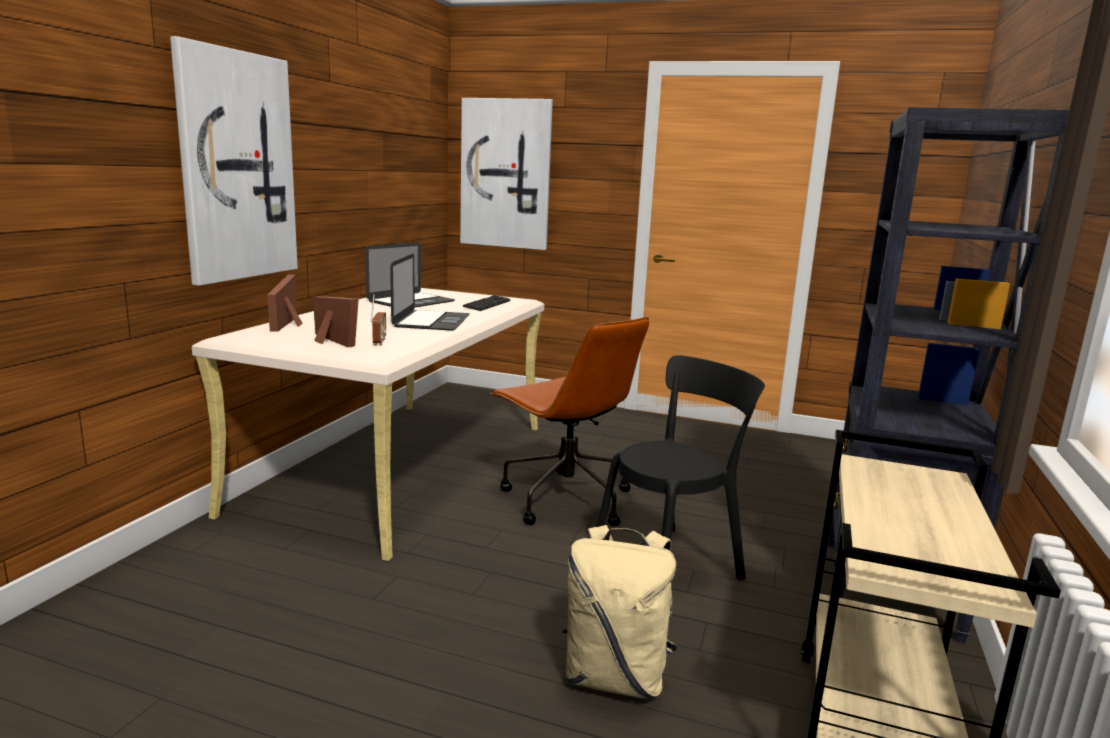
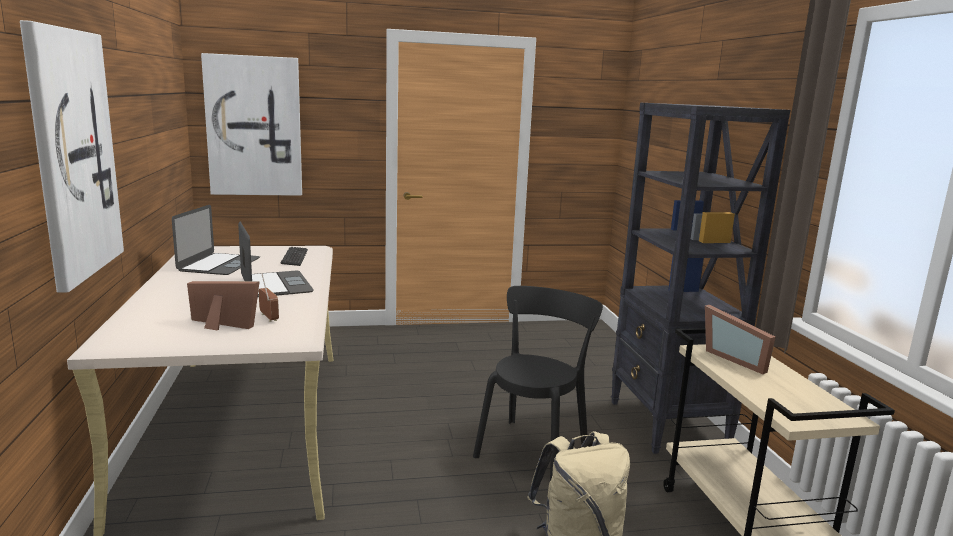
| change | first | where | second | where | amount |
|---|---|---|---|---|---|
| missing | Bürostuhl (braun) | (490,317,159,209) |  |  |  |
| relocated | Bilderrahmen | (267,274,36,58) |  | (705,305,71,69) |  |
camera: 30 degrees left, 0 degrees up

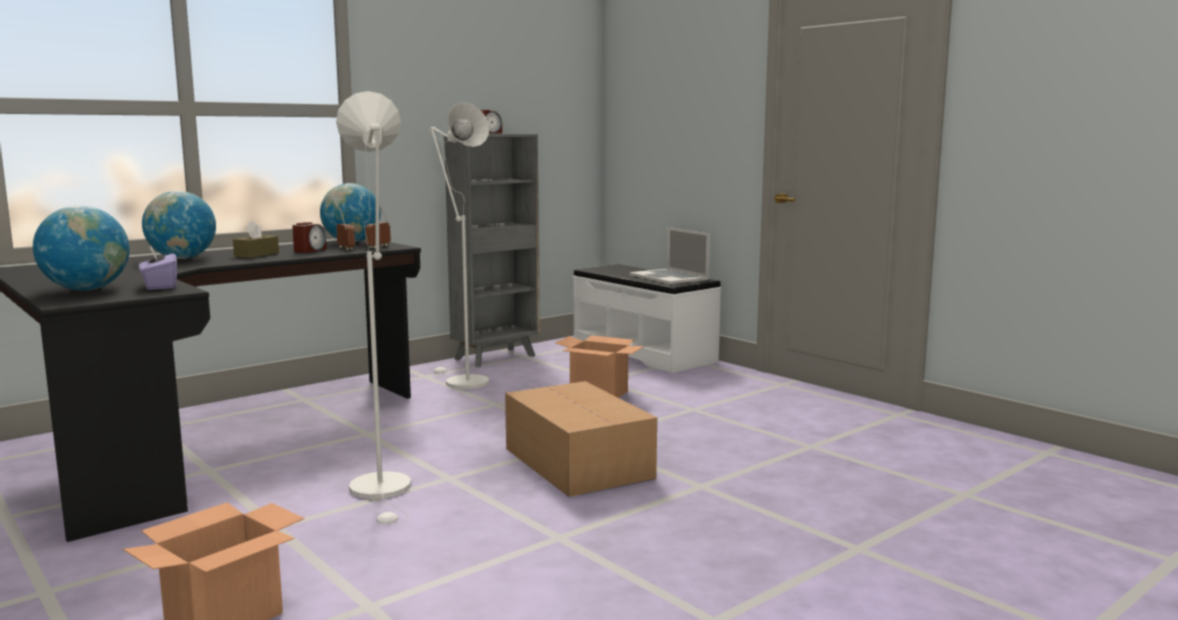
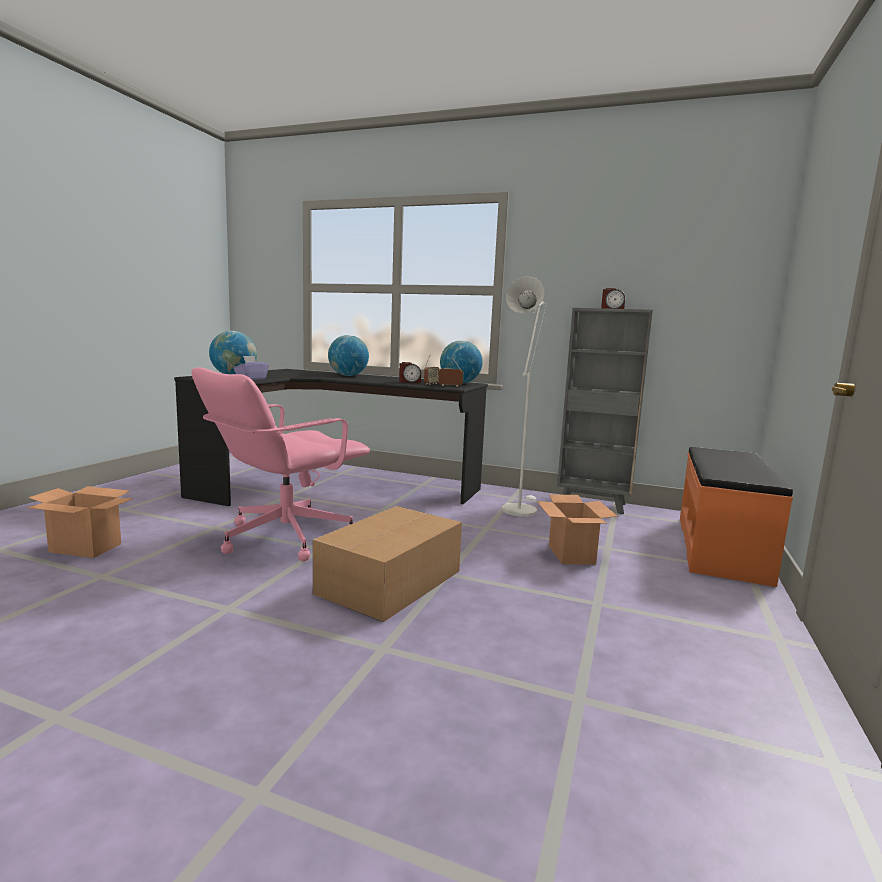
| change | first | where | second | where | amount |
|---|---|---|---|---|---|
| missing | Taschentuchbox (braun) | (233,221,46,37) |  |  |  |
| missing | Laptop | (630,227,80,57) |  |  |  |
| exchanged | Stehlampe (weiß) | (336,91,75,435) | Bürostuhl (rosa) | (192,367,178,195) |  |
| colour | Bank (weiß) | (573,264,148,109) | Bank (orange) | (680,447,113,140) |  |
camera: 60 degrees right, 0 degrees up

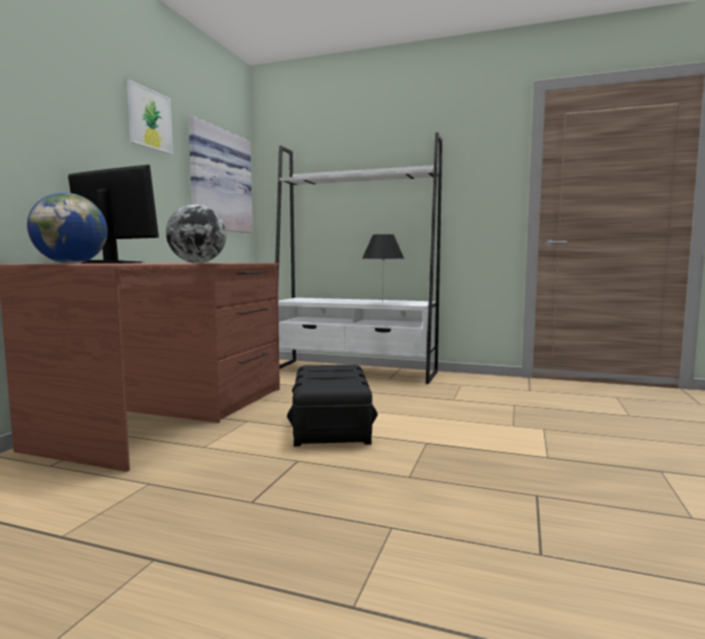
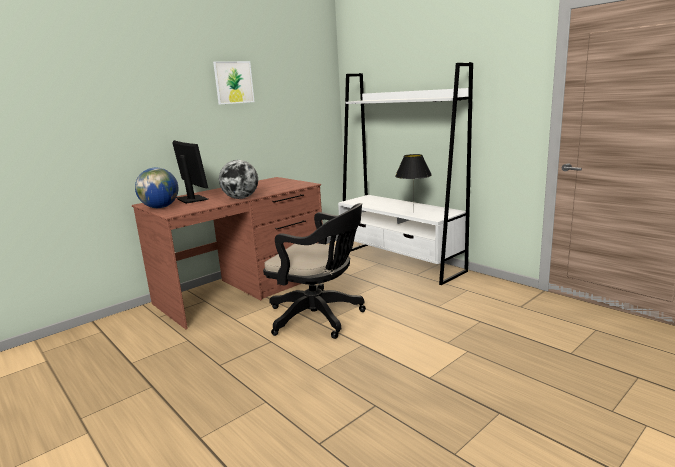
| change | first | where | second | where | amount |
|---|---|---|---|---|---|
| missing | Bild | (188,116,65,117) |  |  |  |
| exchanged | Aufbewahrungsbox (schwarz) | (287,365,91,81) | Bürostuhl (schwarz) | (263,203,103,136) |  |
camera: 30 degrees right, 10 degrees up

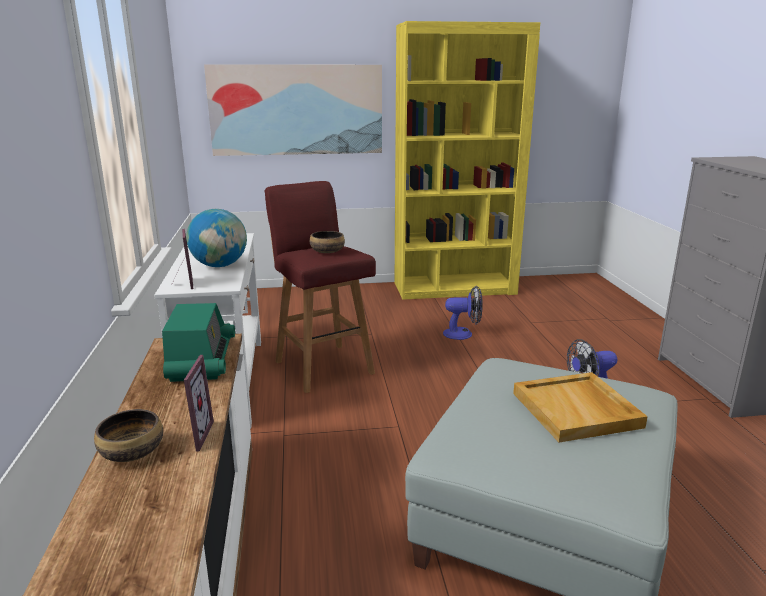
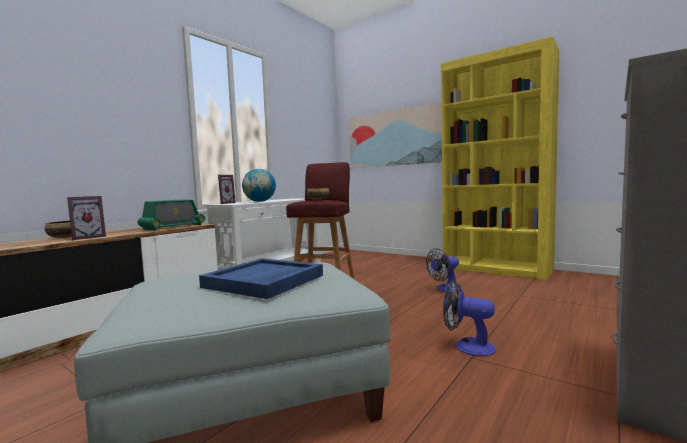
| change | first | where | second | where | amount |
|---|---|---|---|---|---|
| colour | Tablett (beige) | (513,372,135,71) | Tablett (blau) | (199,258,124,41) |  |
| spun | Ventilator | (443,286,40,54) |  | (426,248,34,44) | 105 degrees clockwise |
camera: 45 degrees right, 15 degrees down

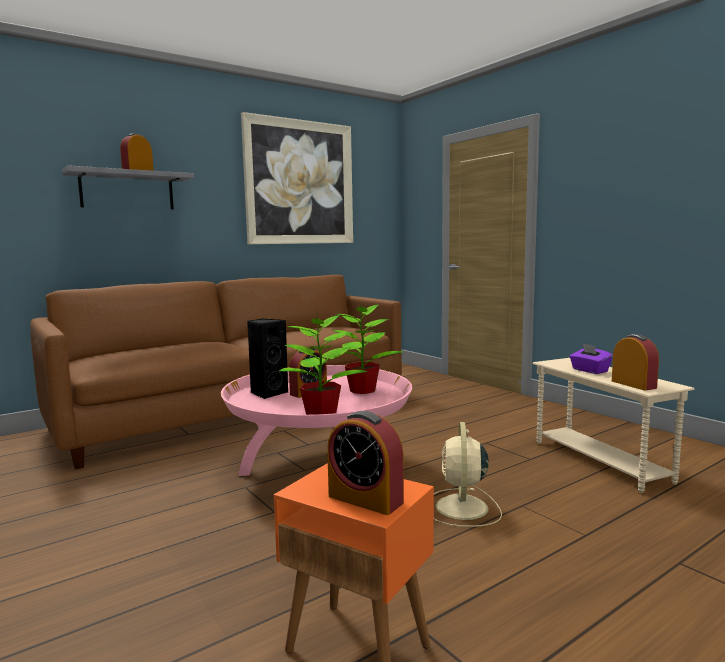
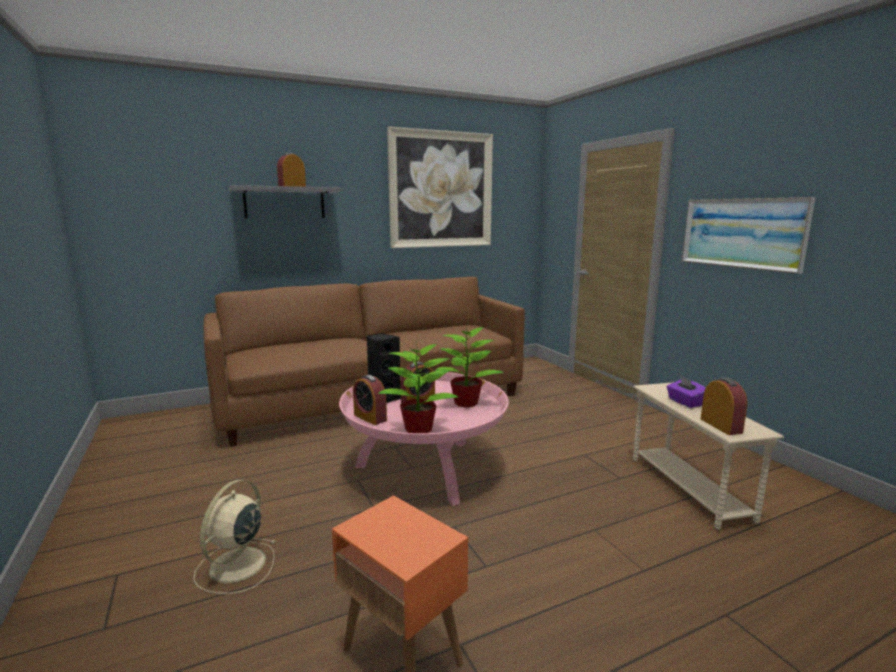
| change | first | where | second | where | amount |
|---|---|---|---|---|---|
| appeared |  |  | Bild | (682,197,134,77) |  |
| relocated | Wecker | (327,411,77,104) |  | (353,375,34,50) |  |
| relocated | Ventilator (beige) | (434,422,68,105) |  | (193,479,83,115) |  |
camera: 10 degrees right, 5 degrees up

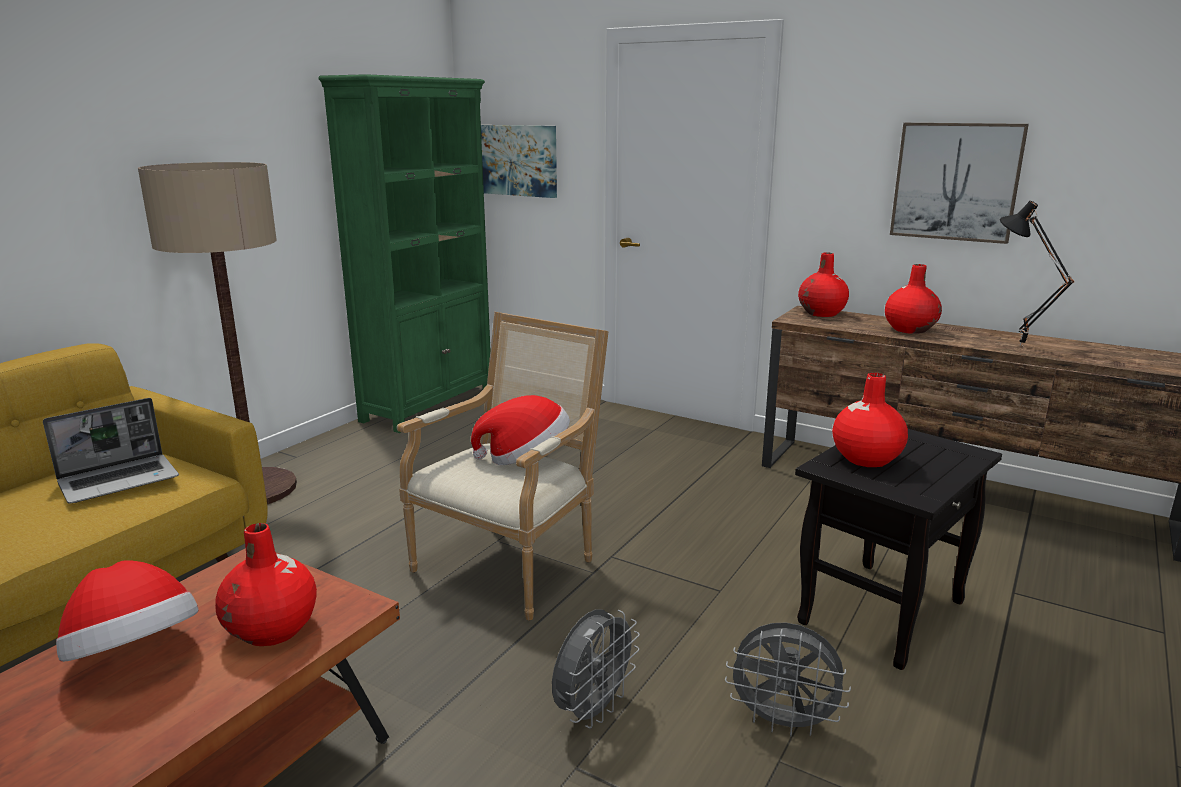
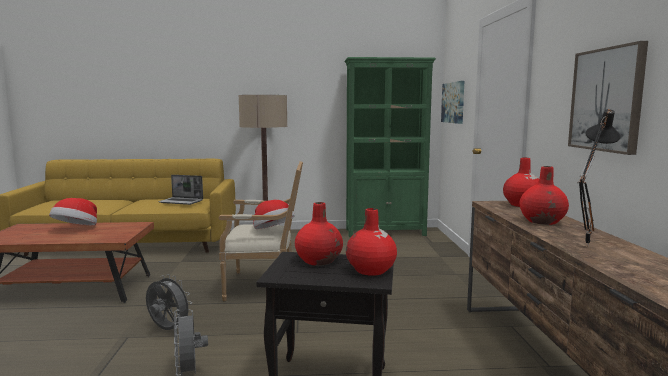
| change | first | where | second | where | amount |
|---|---|---|---|---|---|
| relocated | Vase (rot) | (215,523,102,123) |  | (346,208,51,68) |  |
| spun | Ventilator (grau) | (552,609,88,120) |  | (146,274,47,56) | 150 degrees counterclockwise |
camera: 55 degrees right, 10 degrees down

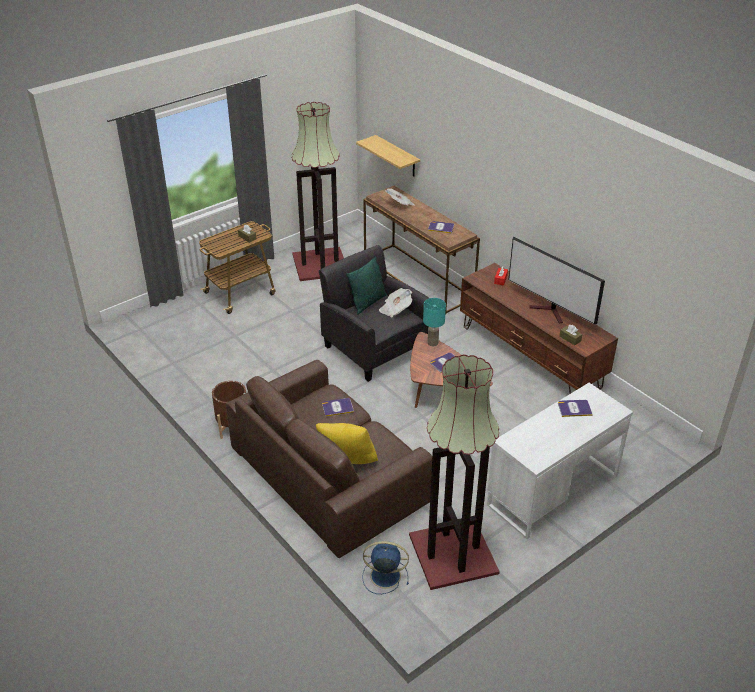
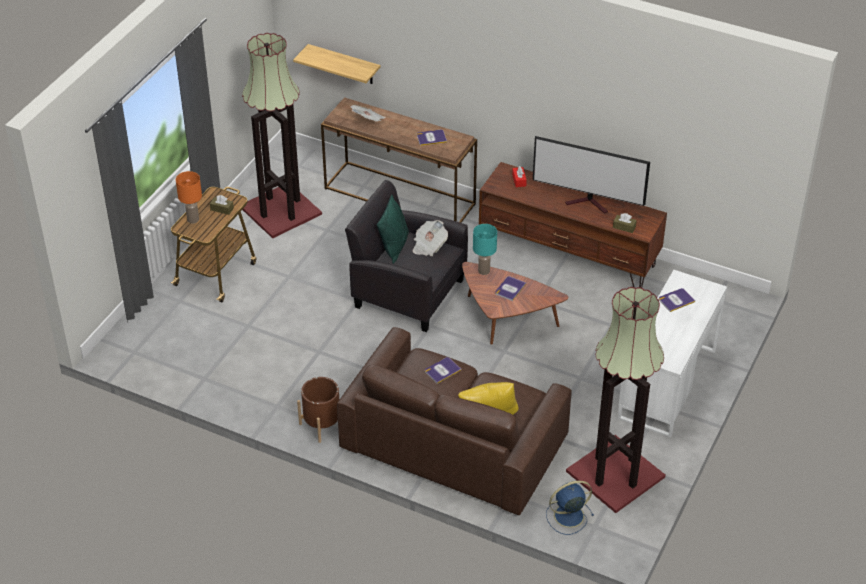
| change | first | where | second | where | amount |
|---|---|---|---|---|---|
| appeared |  |  | Tischlampe (orange) | (176,171,26,52) |  |
camera: 25 degrees left, 5 degrees up

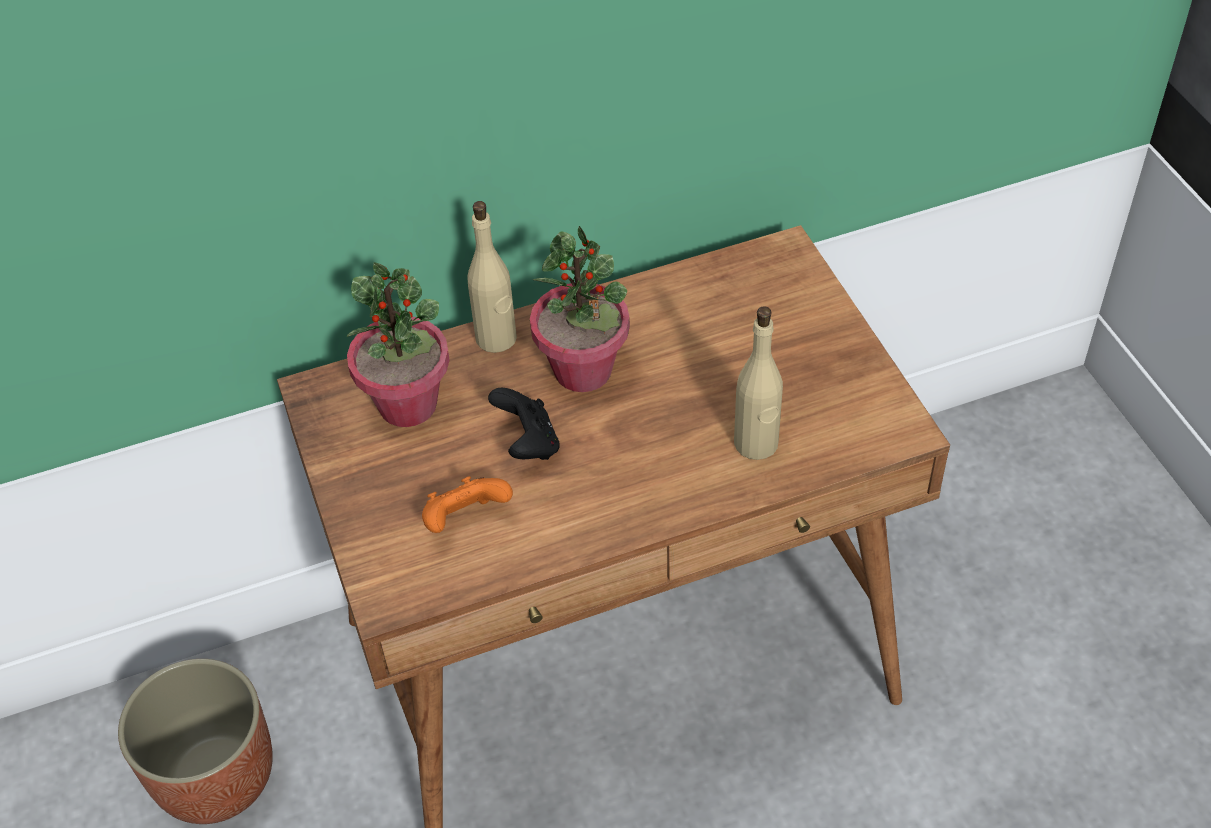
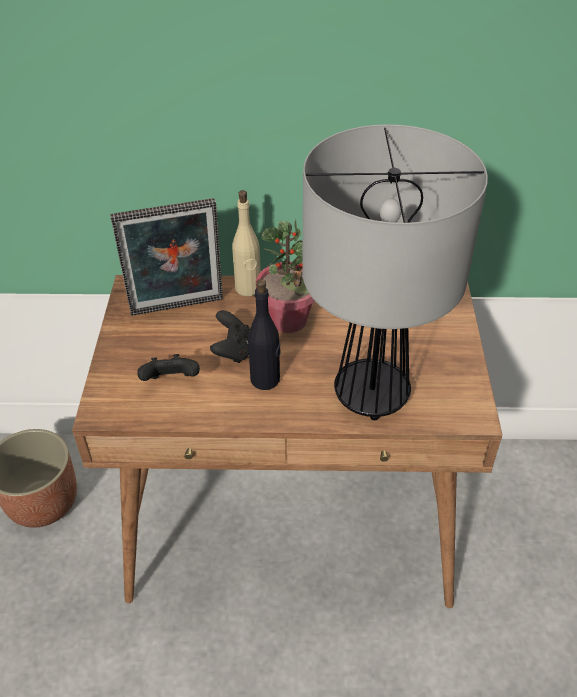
| change | first | where | second | where | amount |
|---|---|---|---|---|---|
| appeared |  |  | Flasche (schwarz) | (248,279,33,111) |  |
| exchanged | Topfpflanze | (347,262,103,165) | Bilderrahmen | (110,198,113,118) |  |
| exchanged | Flasche (beige) | (734,306,49,154) | Tischlampe | (302,124,186,296) |  |
| colour | Gamepad (orange) | (422,476,91,57) | Gamepad (schwarz) | (137,354,63,27) |  |
camera: 20 degrees right, 5 degrees down

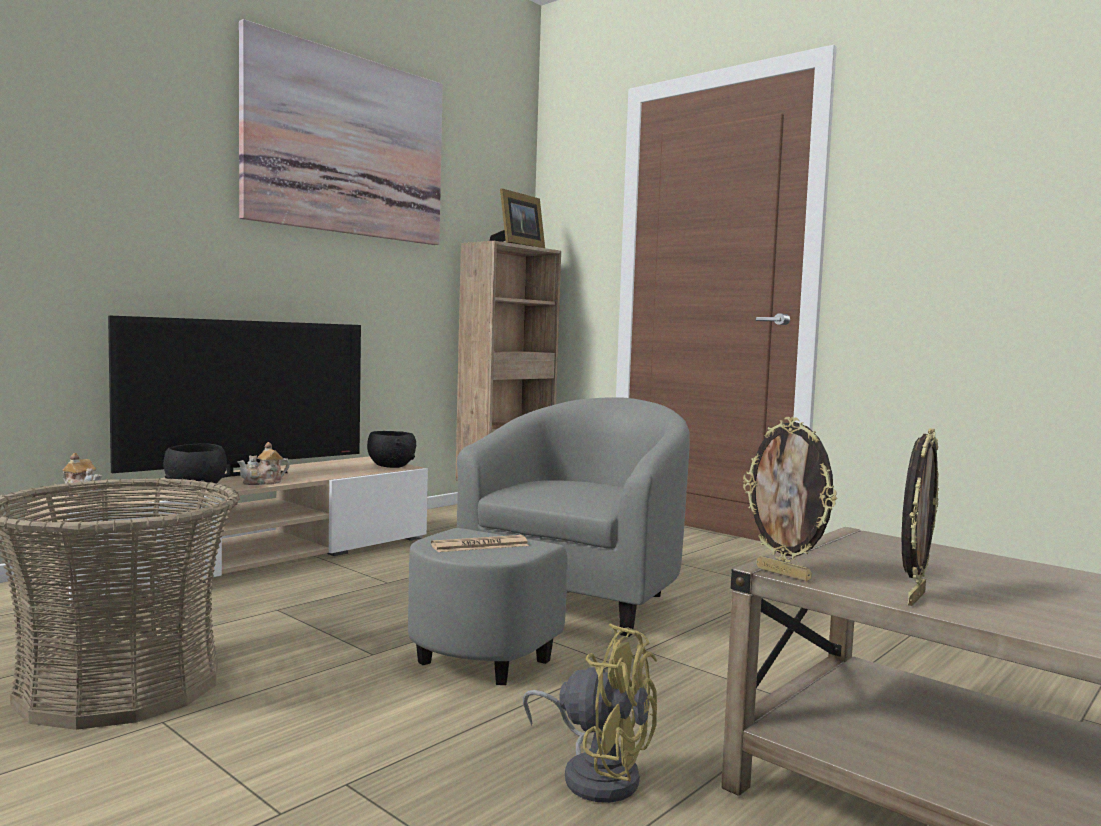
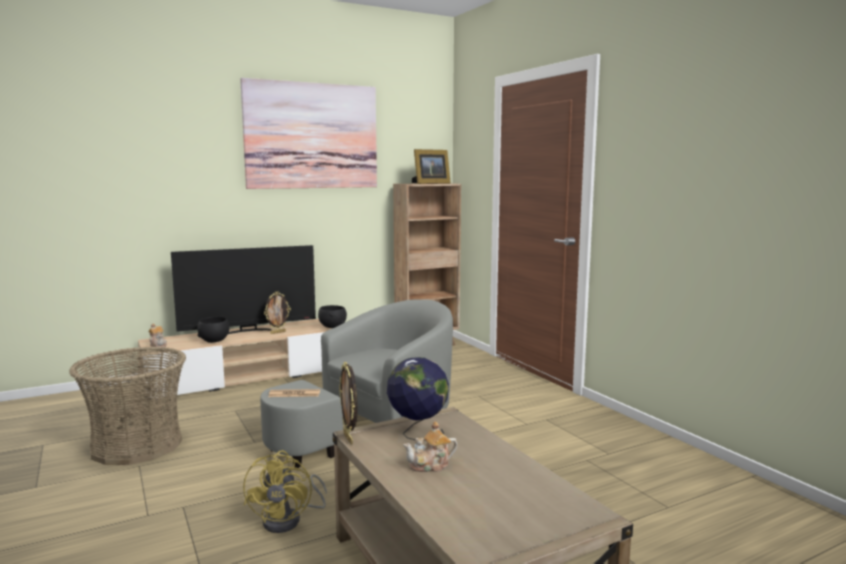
| change | first | where | second | where | amount |
|---|---|---|---|---|---|
| appeared |  |  | Globus | (387,357,62,84) |  |
| relocated | Teekanne | (237,442,53,43) |  | (403,421,55,51) |  |
| relocated | Bilderrahmen | (902,428,37,178) |  | (264,291,27,43) |  |
| spun | Ventilator (gelb) | (523,623,134,180) |  | (243,450,84,83) | 45 degrees clockwise |
camera: 20 degrees right, 5 degrees up

